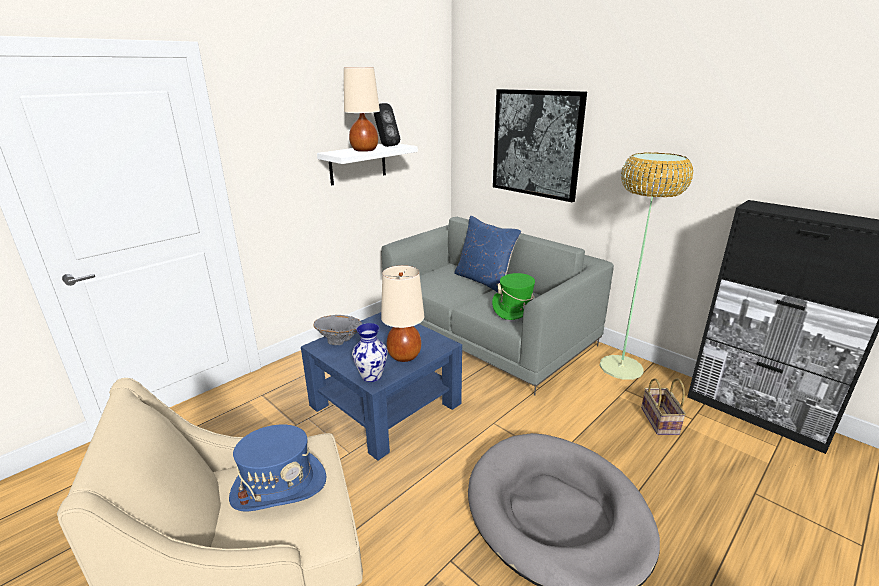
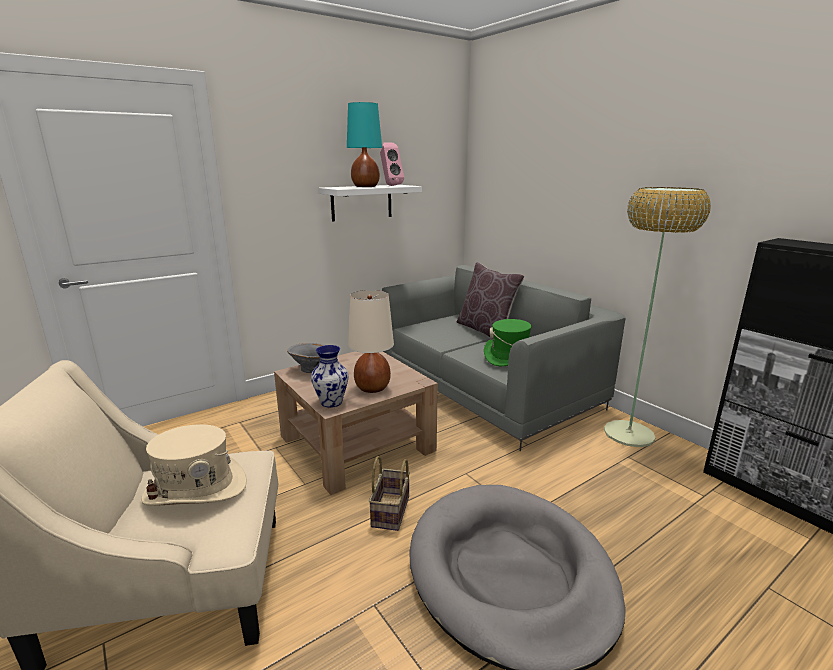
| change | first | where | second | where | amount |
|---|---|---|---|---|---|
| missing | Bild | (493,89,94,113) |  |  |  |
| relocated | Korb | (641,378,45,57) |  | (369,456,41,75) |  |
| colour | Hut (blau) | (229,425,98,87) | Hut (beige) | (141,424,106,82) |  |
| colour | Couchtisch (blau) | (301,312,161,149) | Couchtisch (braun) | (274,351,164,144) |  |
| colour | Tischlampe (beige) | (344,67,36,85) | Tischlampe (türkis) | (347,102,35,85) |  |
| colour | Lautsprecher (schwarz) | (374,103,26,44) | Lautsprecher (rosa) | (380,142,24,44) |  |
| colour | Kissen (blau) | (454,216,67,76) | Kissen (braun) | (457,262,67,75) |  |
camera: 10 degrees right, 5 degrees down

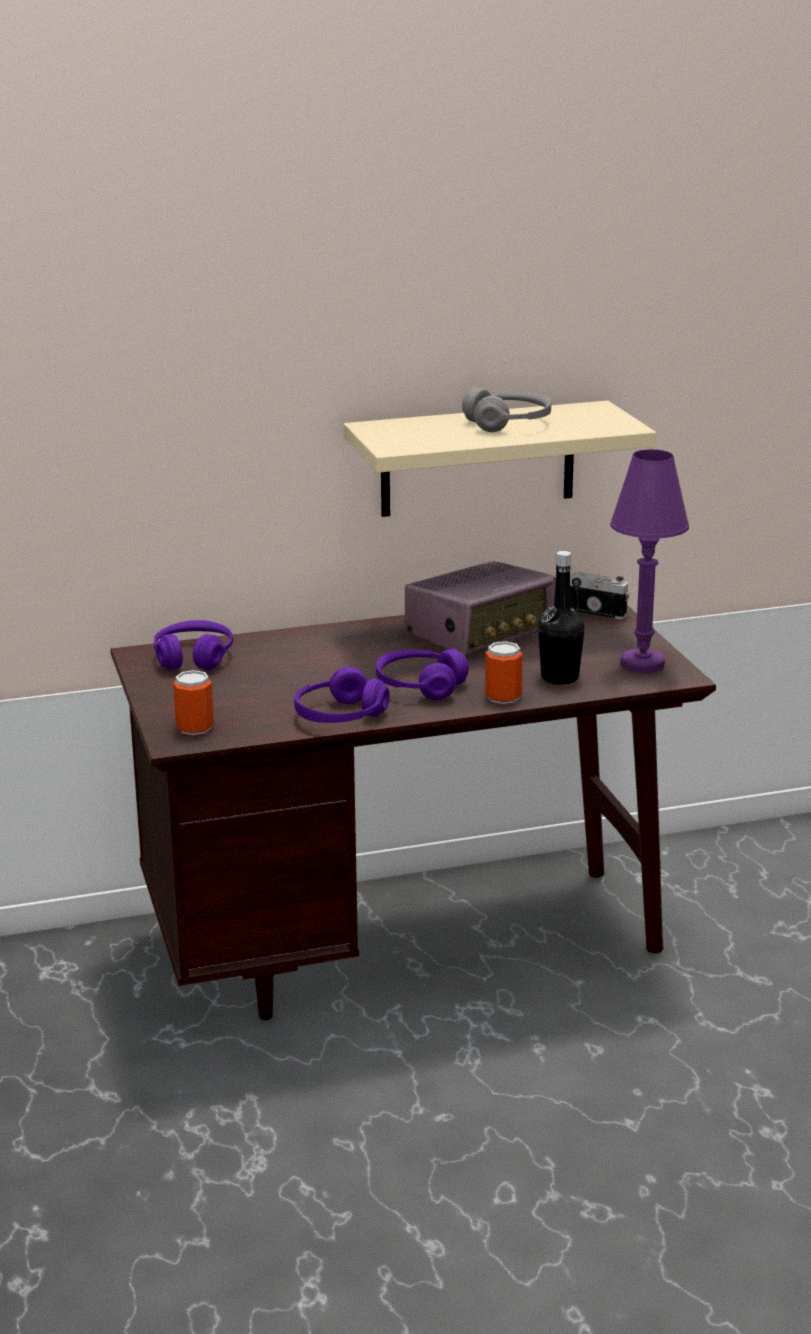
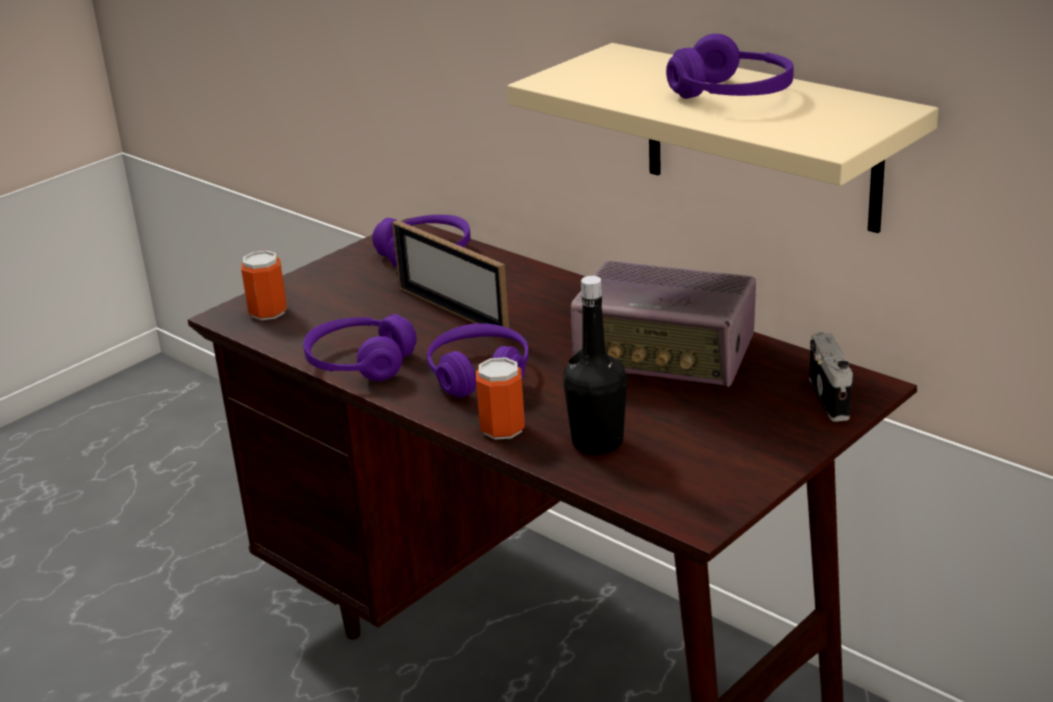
| change | first | where | second | where | amount |
|---|---|---|---|---|---|
| missing | Tischlampe (lila) | (610,449,79,224) |  |  |  |
| appeared |  |  | Bilderrahmen | (392,220,117,108) |  |
| colour | Kopfhörer (grau) | (462,387,89,45) | Kopfhörer (lila) | (666,34,128,65) |  |
camera: 60 degrees right, 5 degrees up

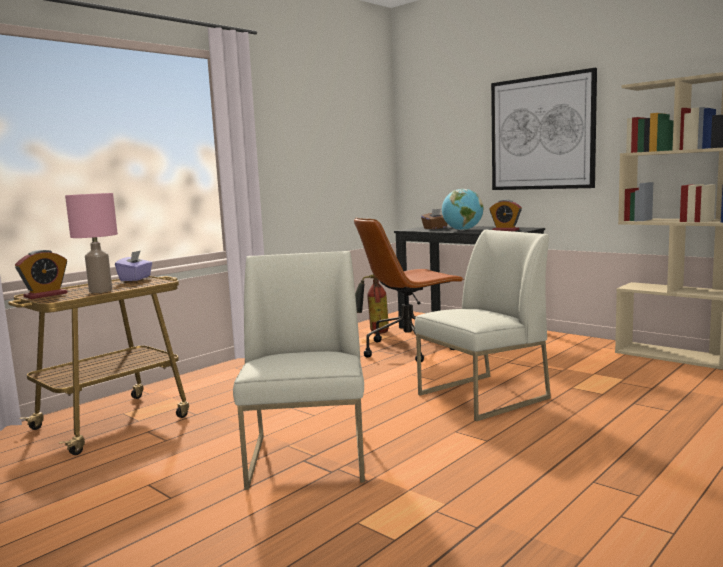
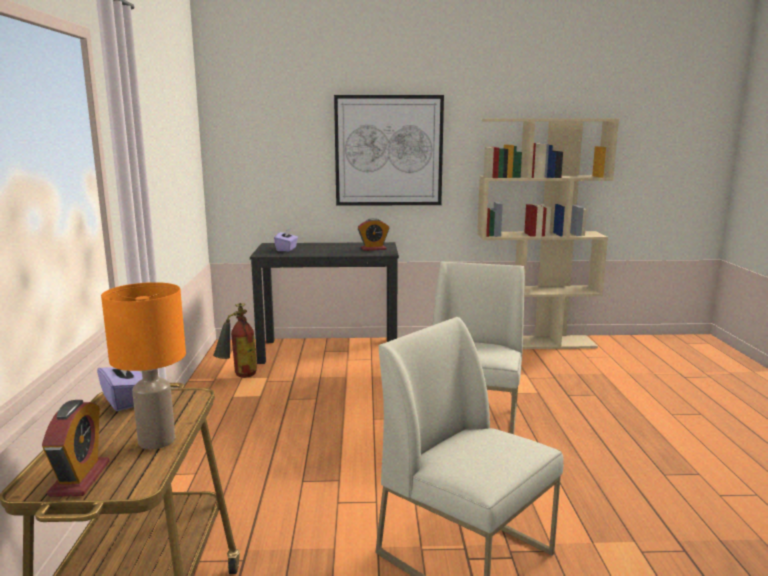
| change | first | where | second | where | amount |
|---|---|---|---|---|---|
| missing | Bürostuhl (braun) | (354,218,110,144) |  |  |  |
| missing | Globus | (442,189,41,42) |  |  |  |
| colour | Tischlampe (rosa) | (65,193,53,100) | Tischlampe (orange) | (101,282,85,167) |  |
| colour | Taschentuchbox (braun) | (421,209,26,20) | Taschentuchbox (lila) | (274,228,24,23) |  |
camera: 45 degrees left, 5 degrees up

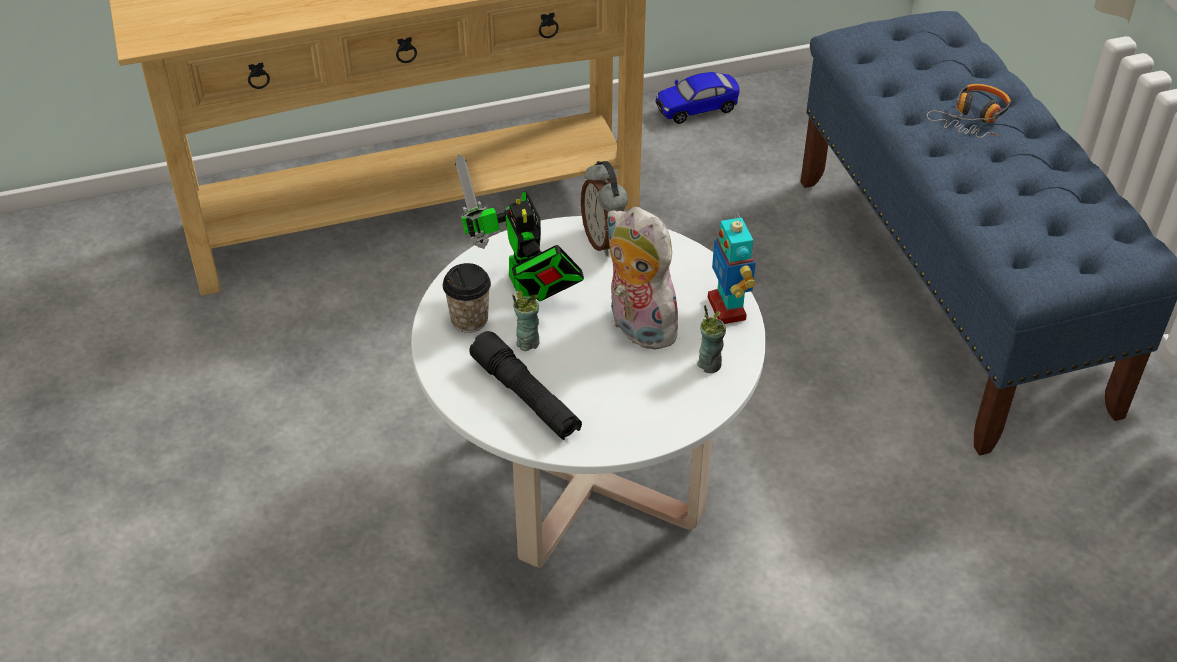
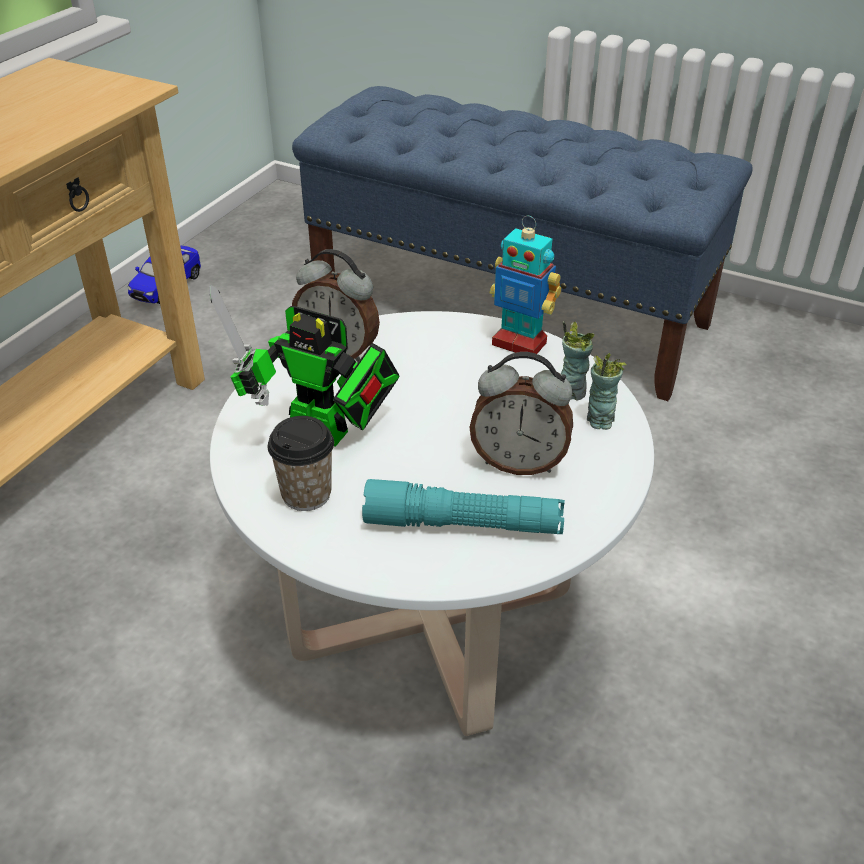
| change | first | where | second | where | amount |
|---|---|---|---|---|---|
| missing | Plüschtier | (606,206,78,144) |  |  |  |
| missing | Kopfhörer | (927,84,84,54) |  |  |  |
| appeared |  |  | Wecker | (469,352,104,123) |  |
| relocated | Tasse | (512,290,28,61) |  | (587,353,40,77) |  |
| colour | Taschenlampe (schwarz) | (469,331,113,109) | Taschenlampe (türkis) | (362,479,203,55) |  |
camera: 45 degrees left, 5 degrees down

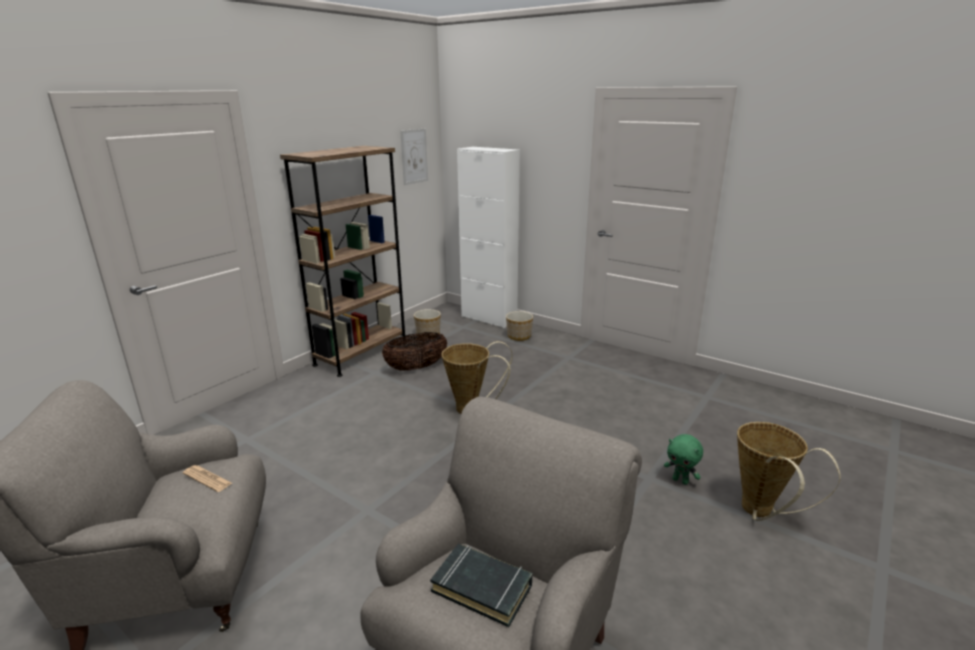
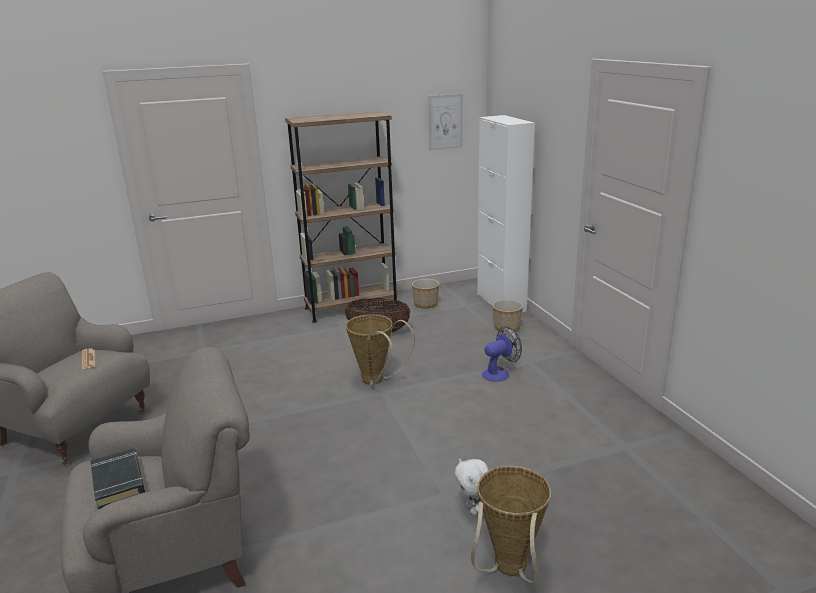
| change | first | where | second | where | amount |
|---|---|---|---|---|---|
| appeared |  |  | Ventilator | (482,326,40,56) |  |
| colour | Plüschtier (grün) | (664,434,39,51) | Plüschtier (weiß) | (455,458,34,57) |  |
camera: 35 degrees right, 0 degrees up

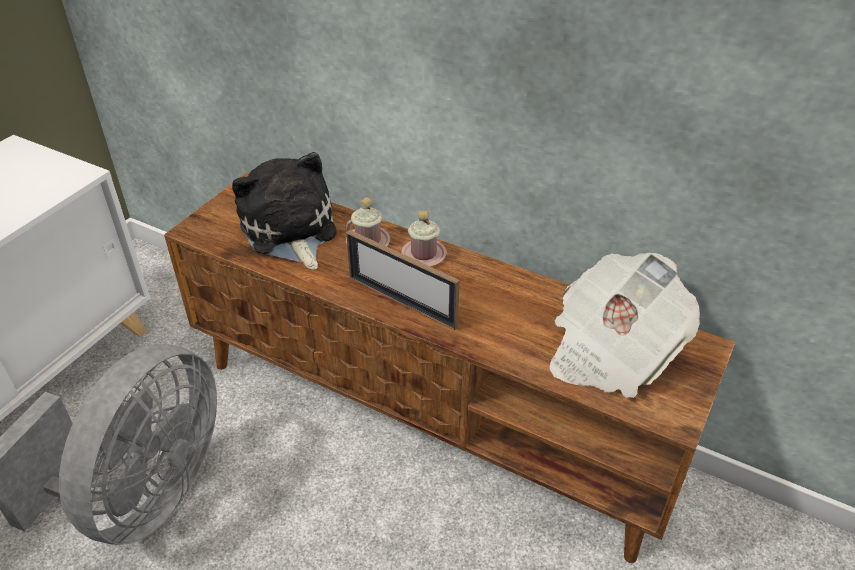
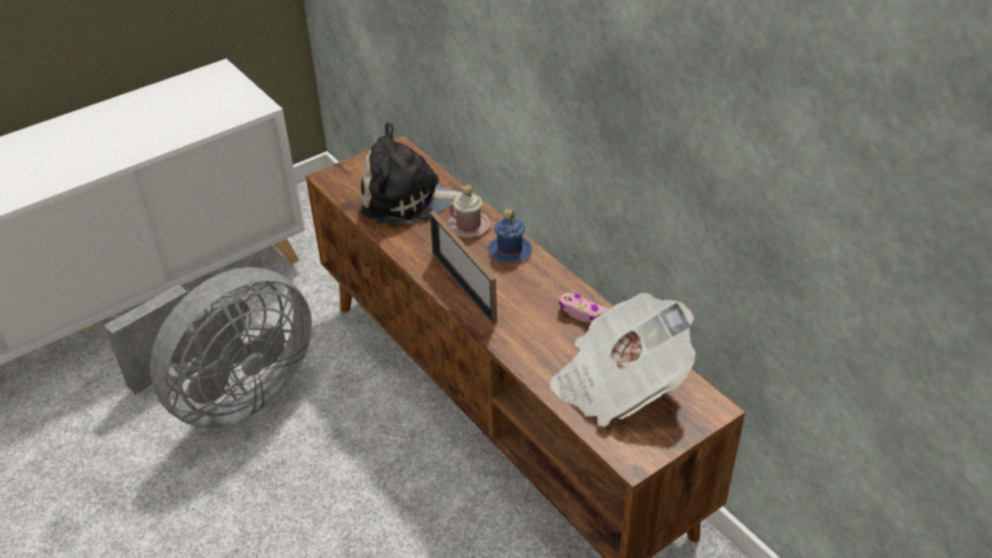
| change | first | where | second | where | amount |
|---|---|---|---|---|---|
| appeared |  |  | Gamepad (rosa) | (559,293,51,29) |  |
| colour | Henkelbecher (rosa) | (401,211,46,55) | Henkelbecher (blau) | (488,209,44,54) |  |
| spun | Plüschtier | (232,152,105,118) |  | (361,122,102,102) | 90 degrees counterclockwise |
camera: 25 degrees right, 0 degrees up

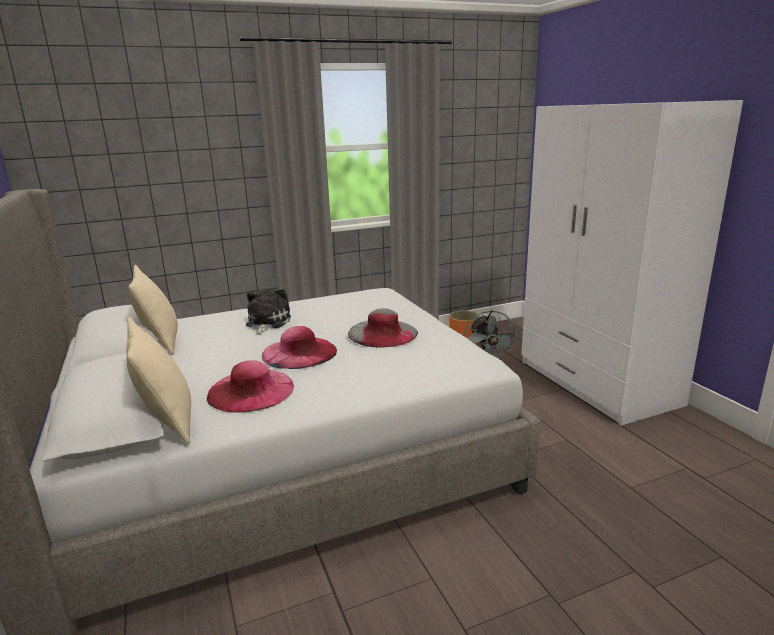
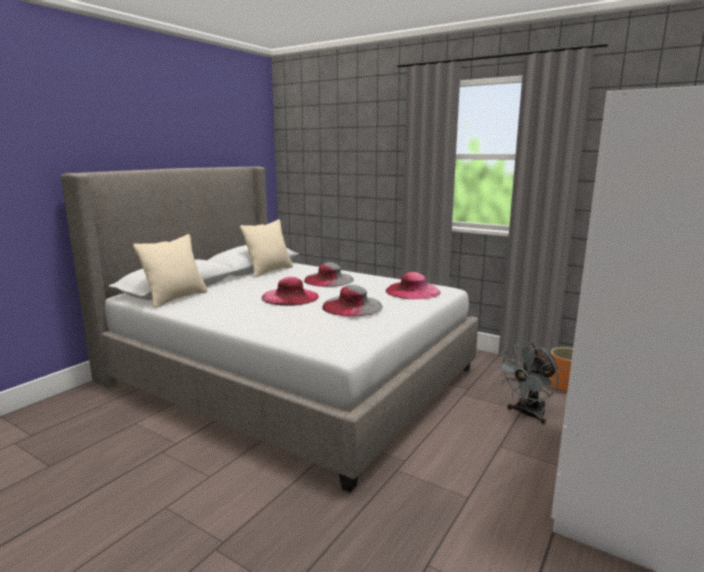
| change | first | where | second | where | amount |
|---|---|---|---|---|---|
| relocated | Hut (rosa) | (207,360,87,53) |  | (386,272,55,27) |  |
| exchanged | Plüschtier | (246,289,45,46) | Hut (grau) | (304,262,50,25) |  |
camera: 55 degrees right, 5 degrees down

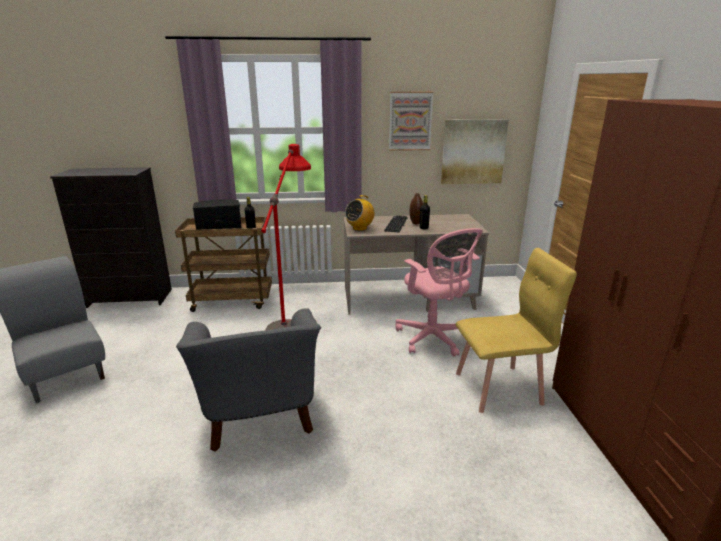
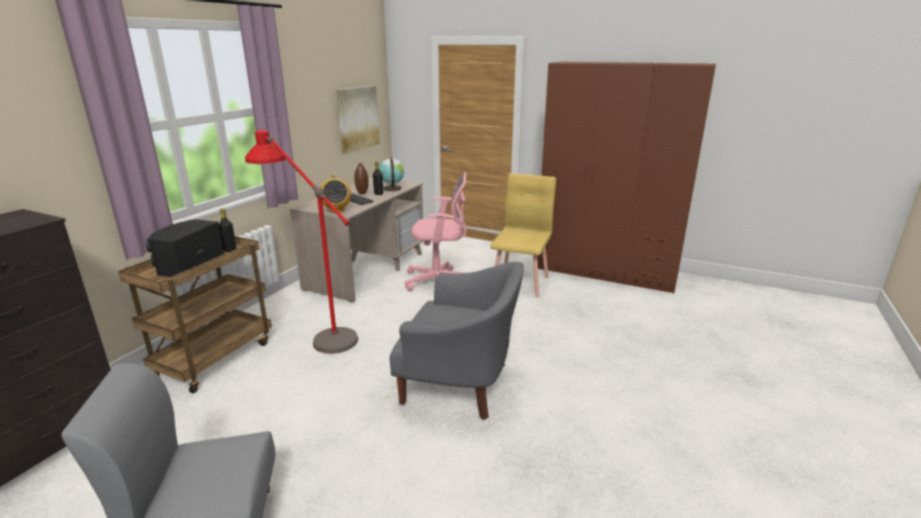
| change | first | where | second | where | amount |
|---|---|---|---|---|---|
| missing | Bild | (389,92,45,59) |  |  |  |
| appeared |  |  | Globus | (379,158,25,33) |  |
camera: 60 degrees left, 0 degrees up

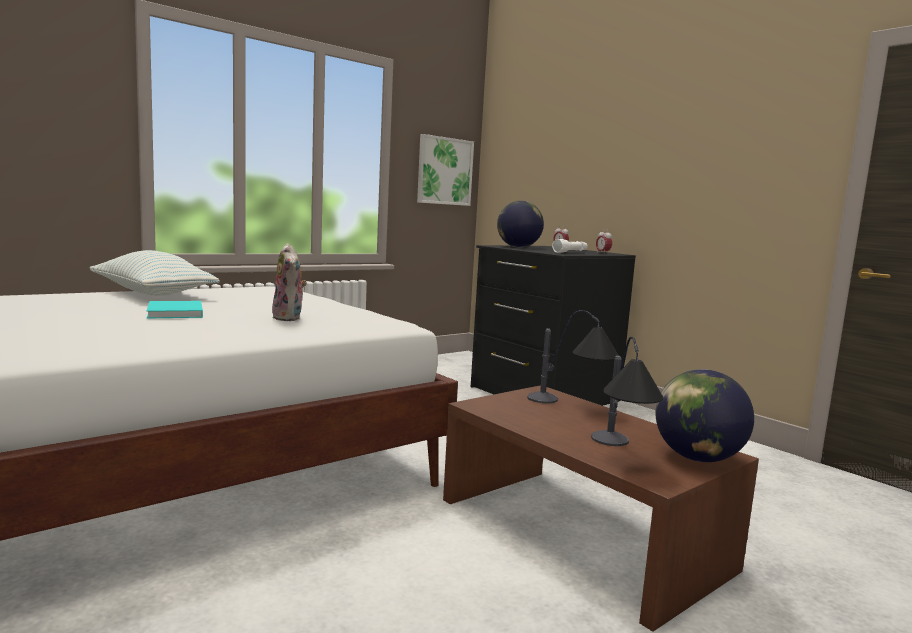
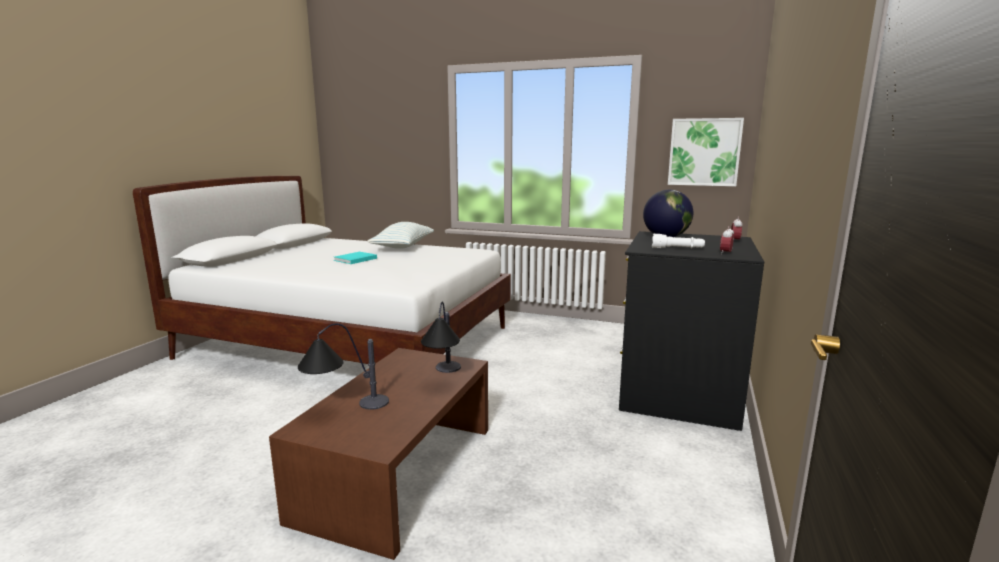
| change | first | where | second | where | amount |
|---|---|---|---|---|---|
| missing | Plüschtier | (272,243,35,78) |  |  |  |
| missing | Globus | (656,369,98,93) |  |  |  |
camera: 60 degrees right, 5 degrees up

